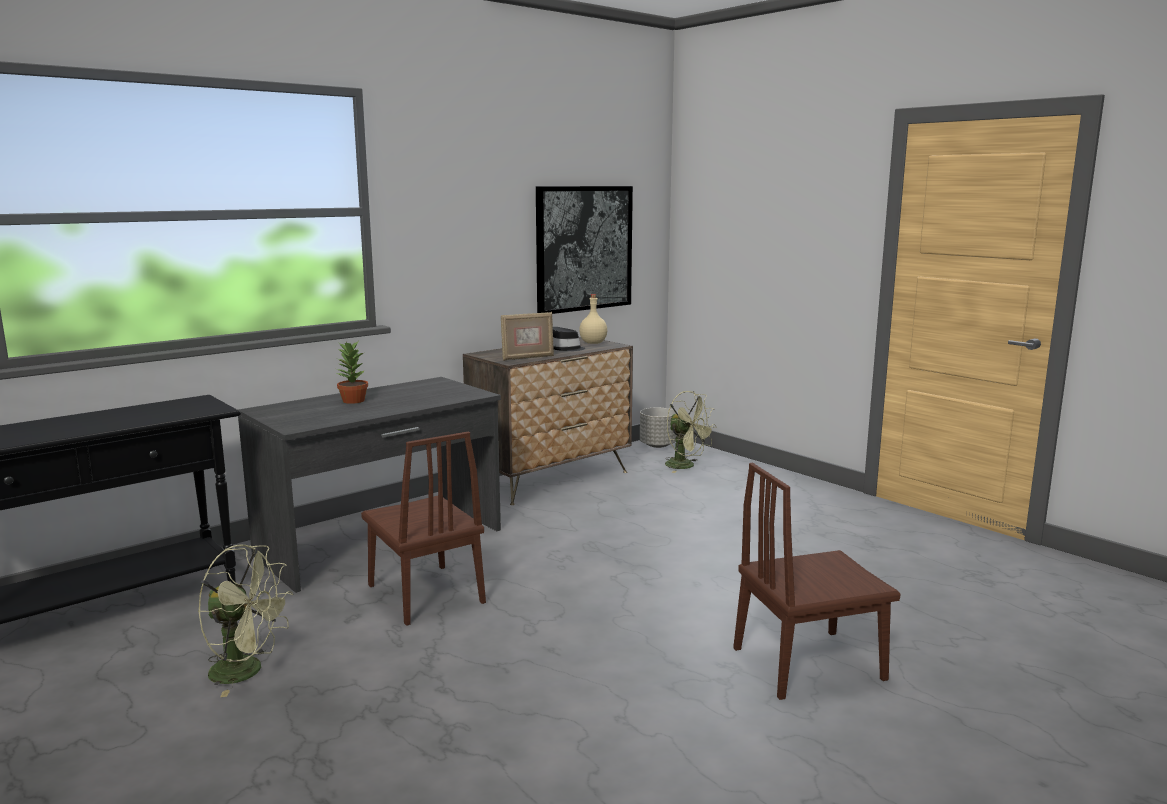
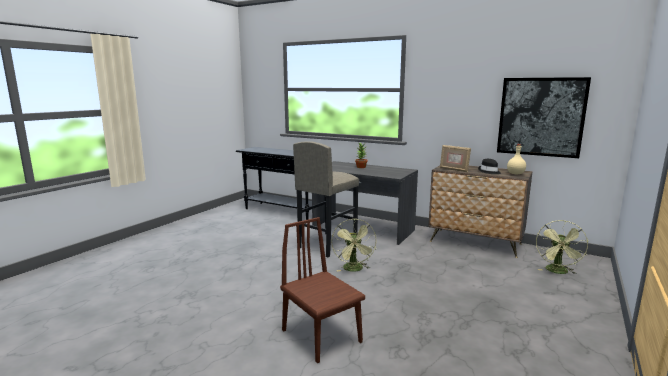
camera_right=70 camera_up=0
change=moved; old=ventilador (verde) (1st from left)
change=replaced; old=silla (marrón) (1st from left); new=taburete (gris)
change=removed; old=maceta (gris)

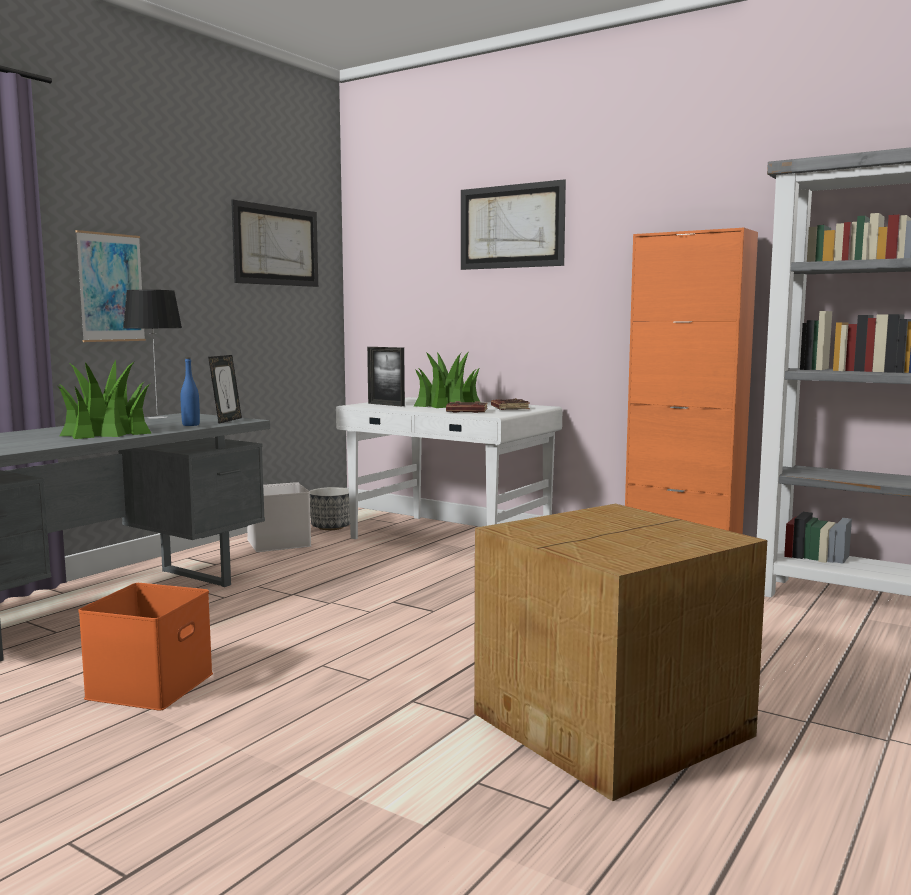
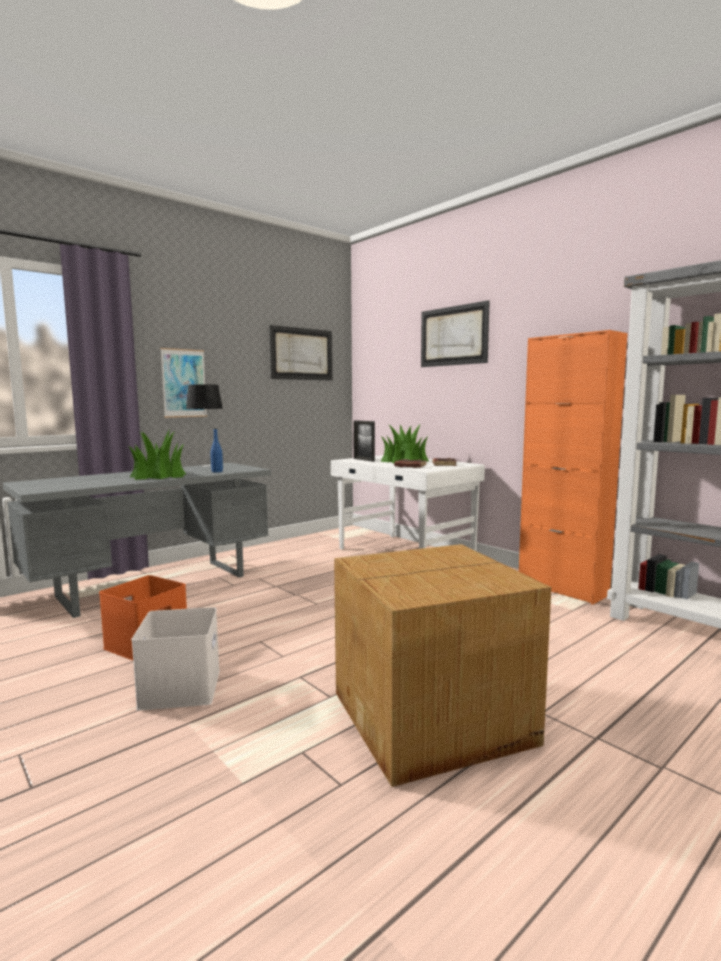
camera_right=15 camera_up=0
change=removed; old=portarretratos (1st from left)
change=moved; old=caja de almacenaje (blanco)
change=removed; old=maceta

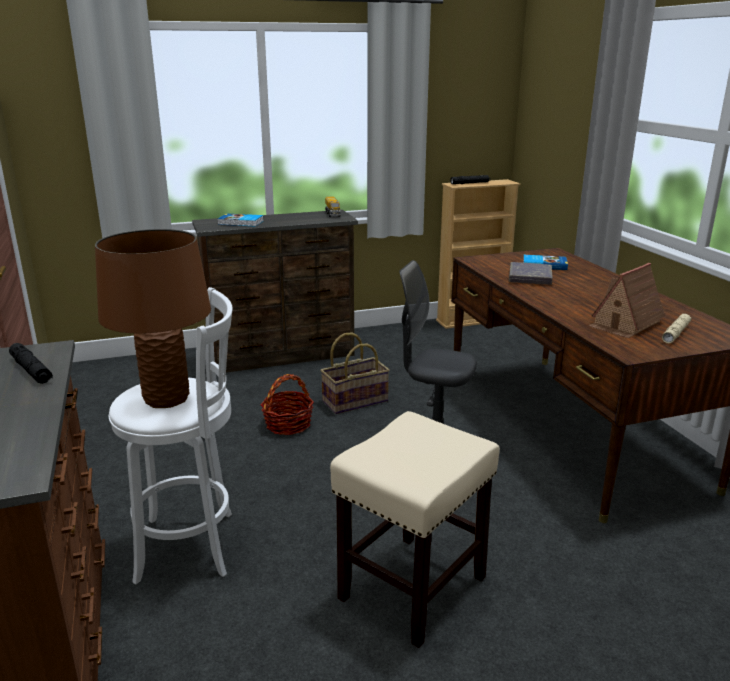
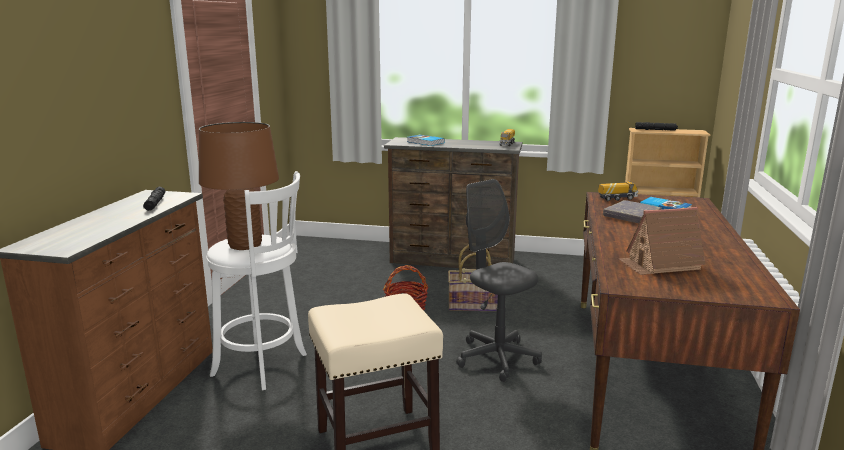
camera_right=30 camera_up=-5
change=removed; old=linterna (beis)
change=added; new=camión de juguete (2nd from left)

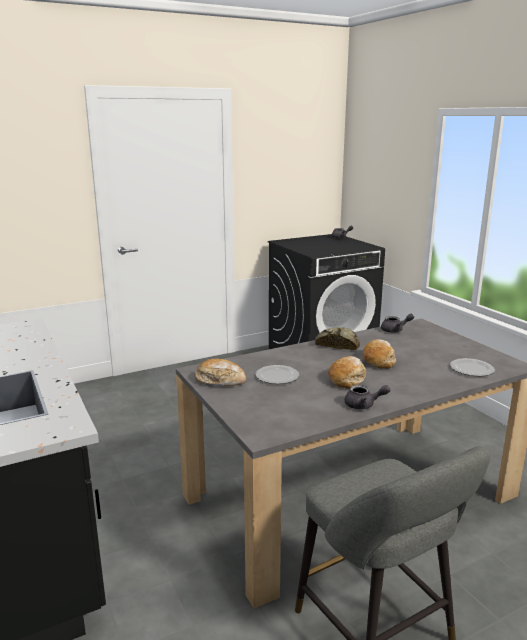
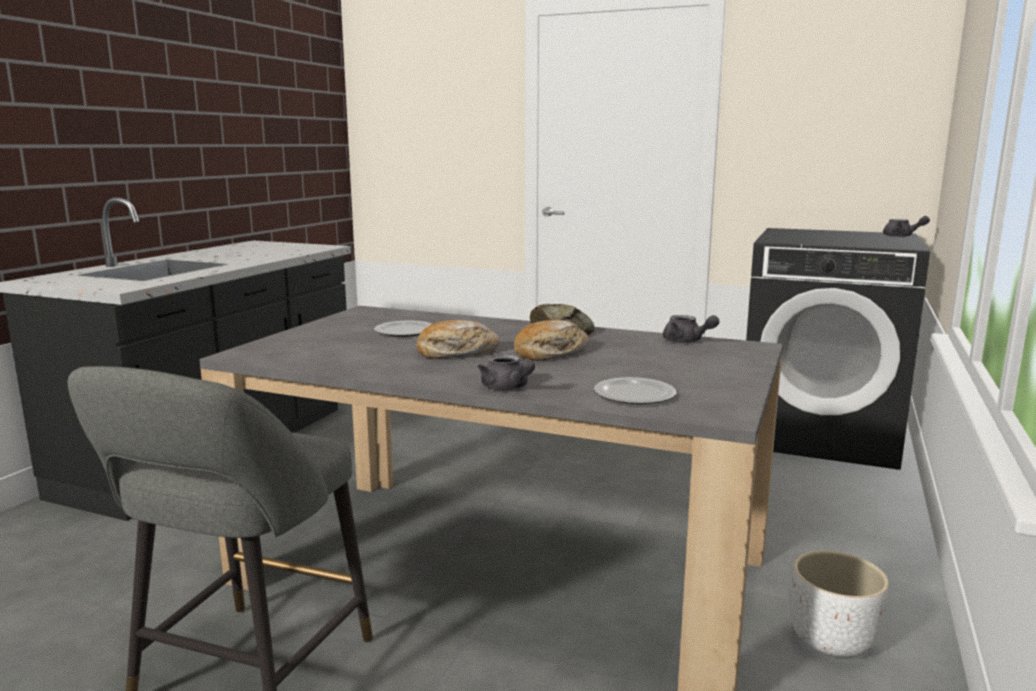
camera_right=50 camera_up=-5
change=removed; old=pan (1st from left)
change=moved; old=tetera (gris) (2nd from left in the first image); new=tetera (gris) (1st from left)
change=added; new=maceta (blanco)

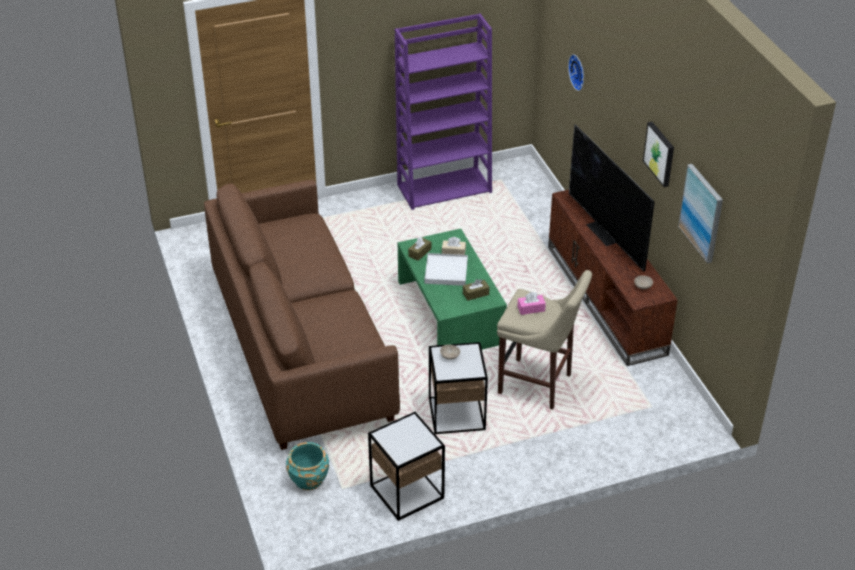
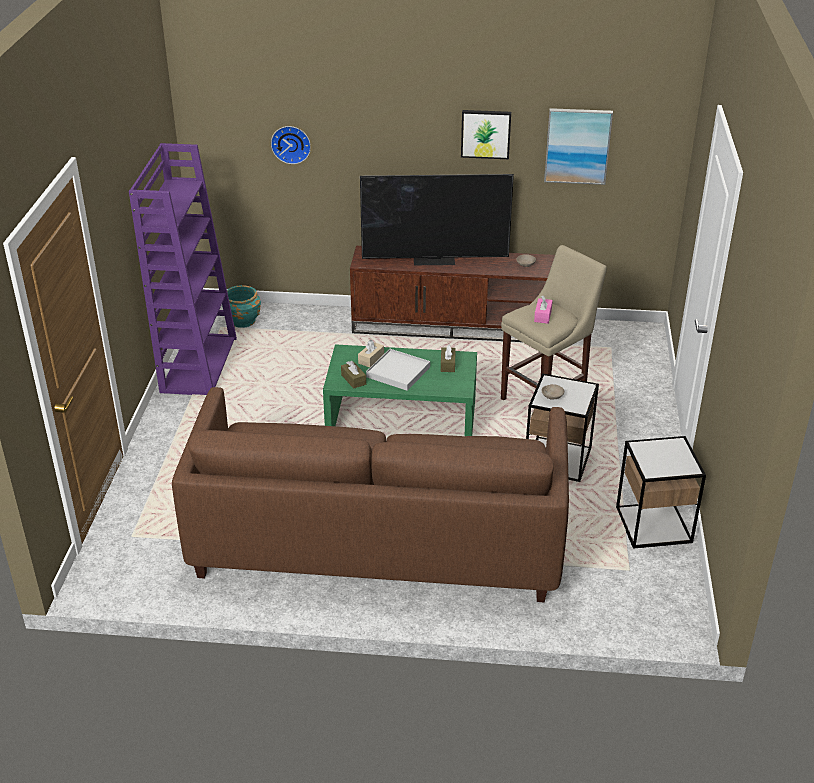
camera_right=-65 camera_up=-5
change=moved; old=maceta (turquesa)

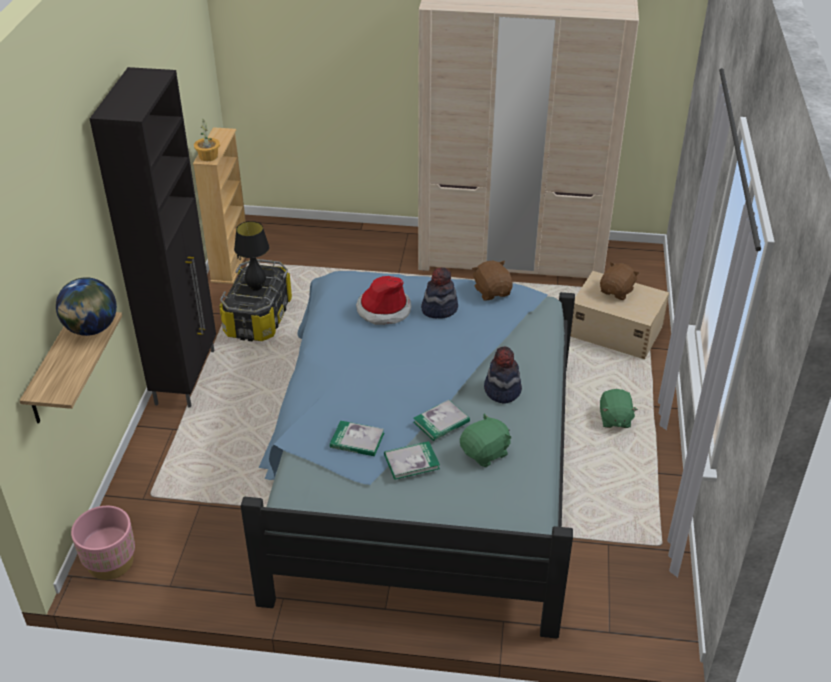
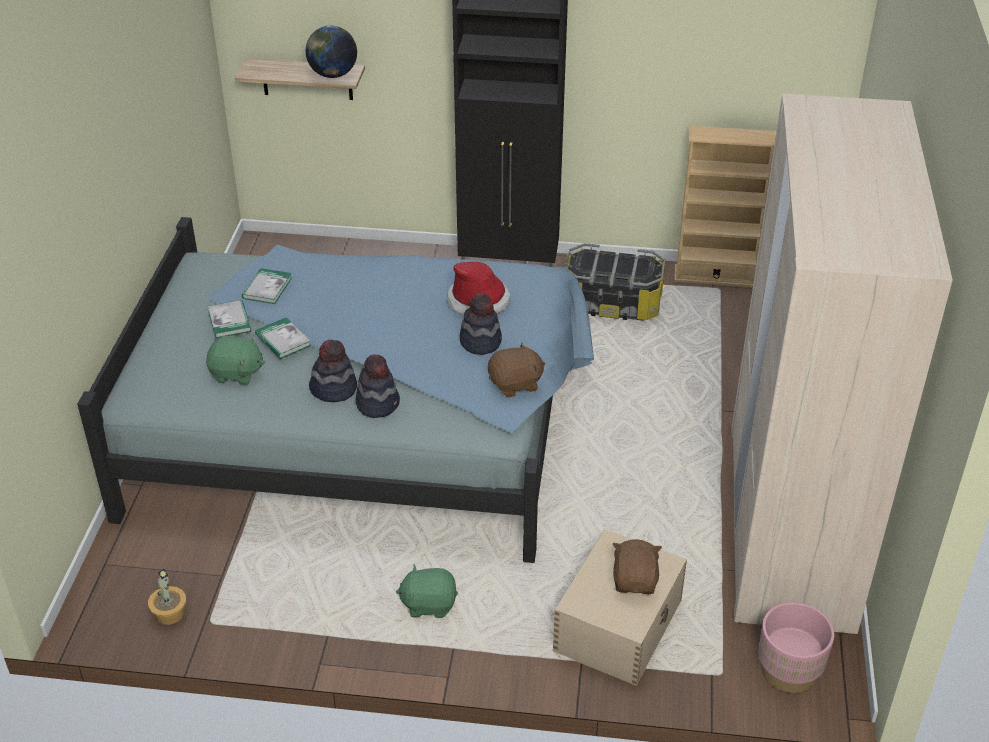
camera_right=90 camera_up=0
change=moved; old=maceta (rosa)
change=moved; old=planta en maceta
change=removed; old=lámpara de mesa (negro)
change=turned; old=peluche (verde) (1st from left); degrees=-45
change=turned; old=peluche (marrón) (2nd from left); degrees=-120
change=added; new=sombrero (2nd from left)

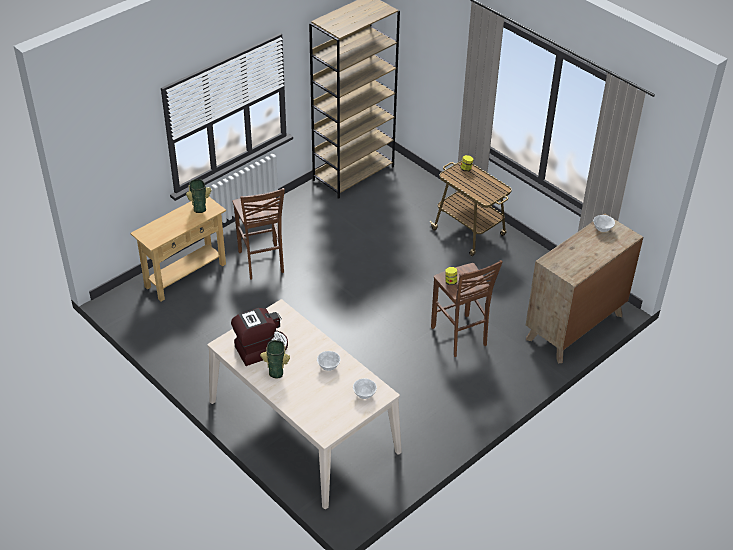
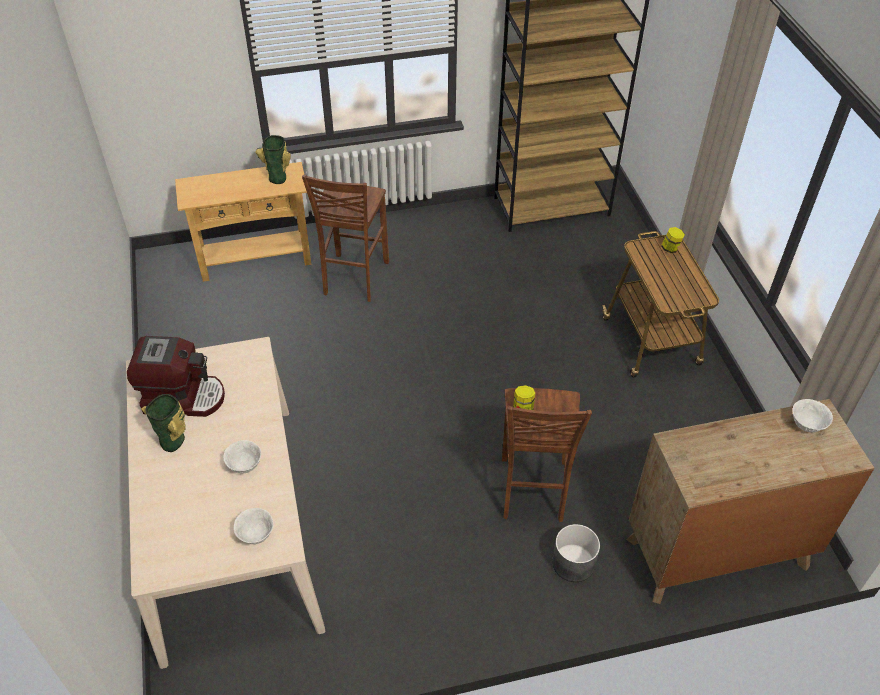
camera_right=30 camera_up=5
change=added; new=maceta (gris)

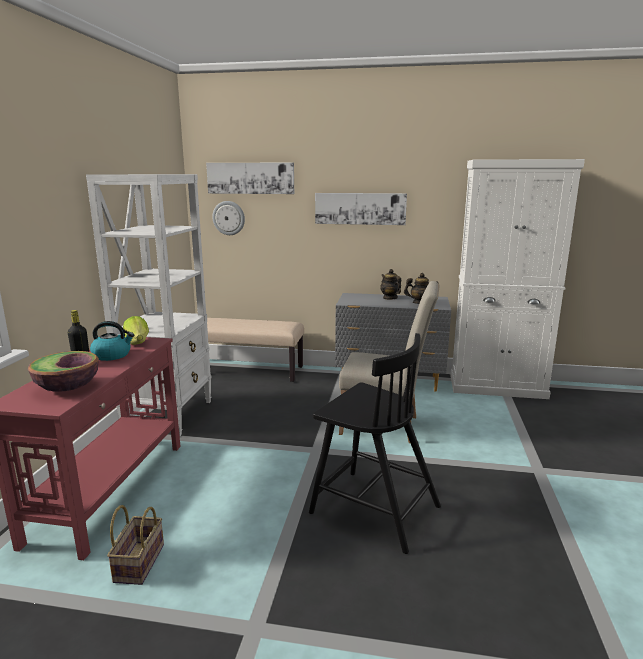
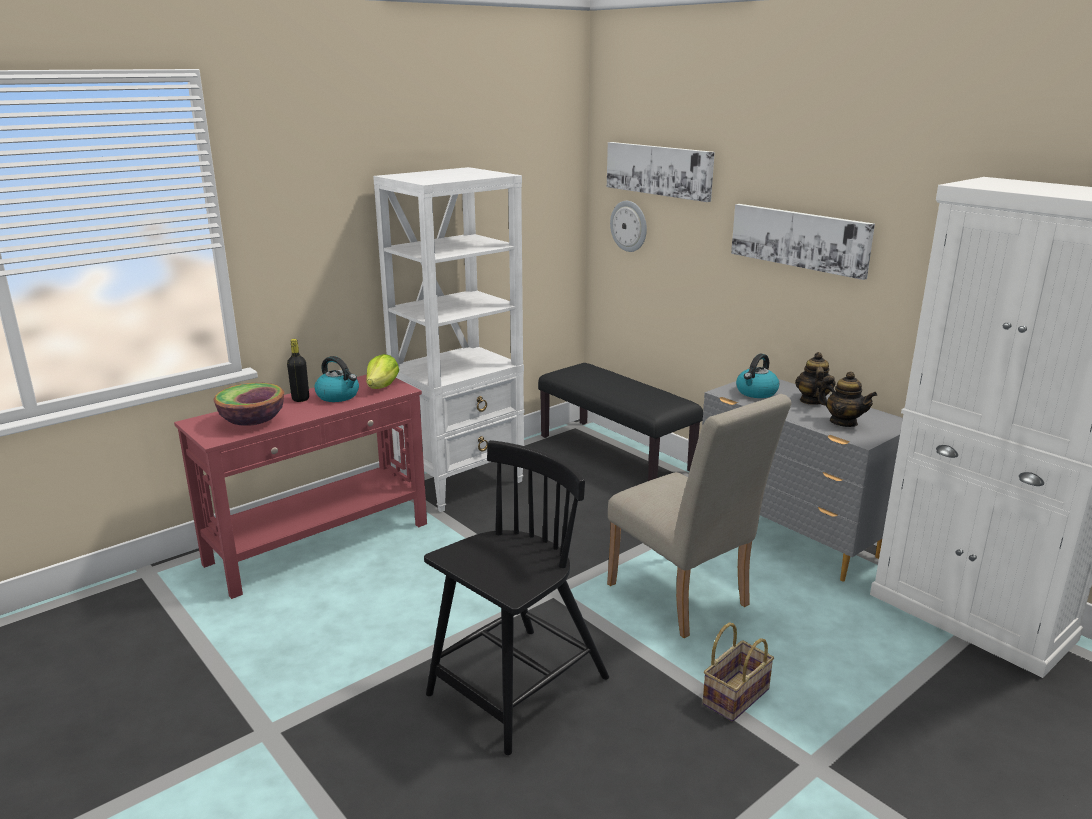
camera_right=40 camera_up=5
change=moved; old=cesta
change=recoloured; old=banco (beis); new=banco (negro)
change=turned; old=silla (negro); degrees=-120
change=added; new=hervidor (2nd from left)

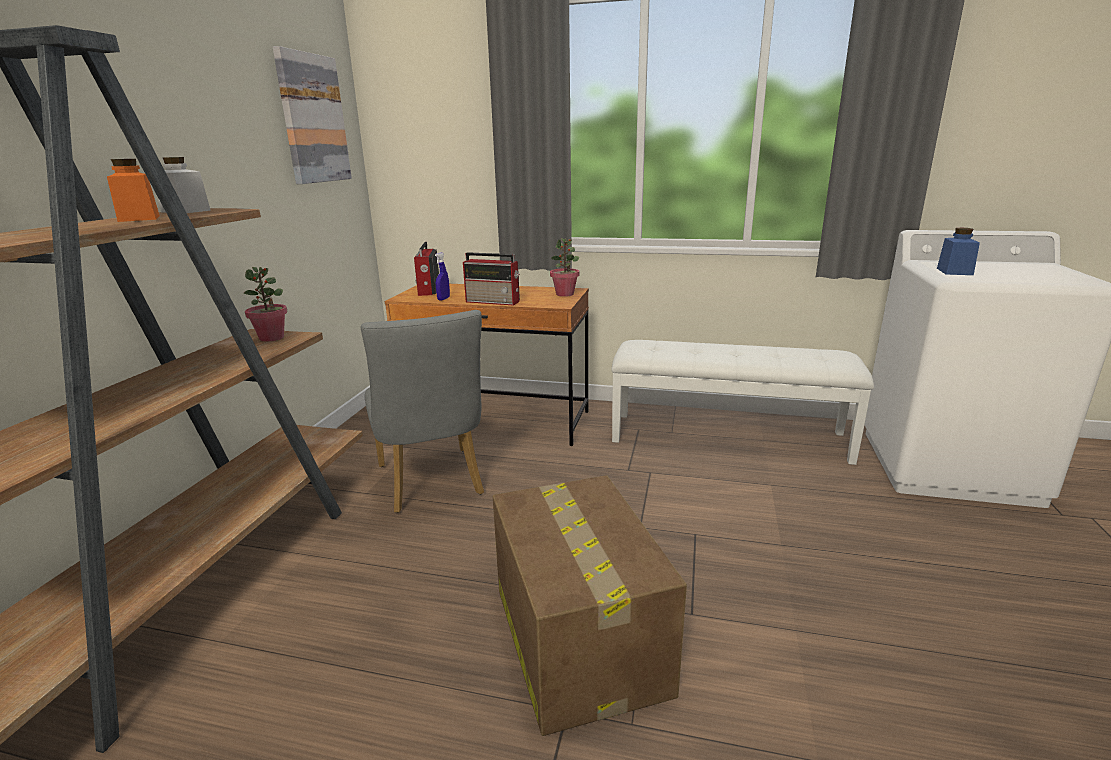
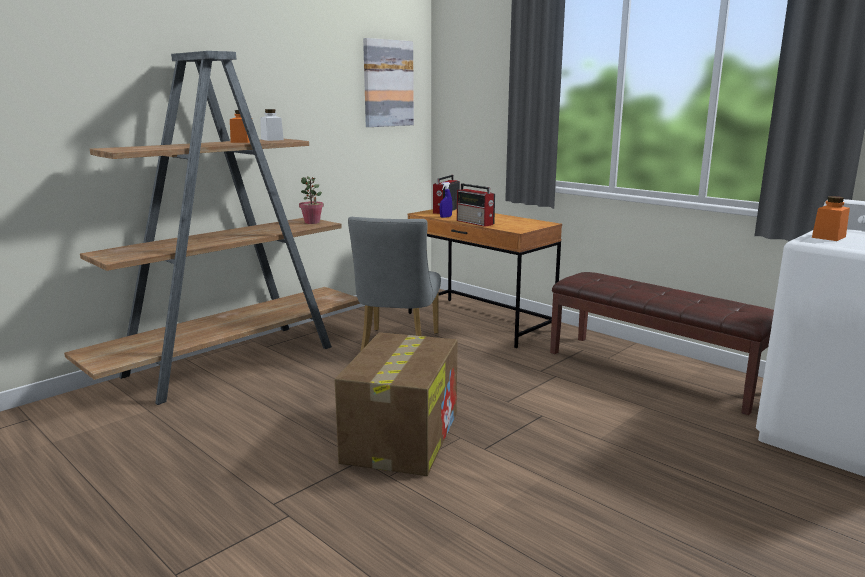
camera_right=30 camera_up=-5
change=removed; old=planta en maceta (2nd from left)
change=recoloured; old=banco (blanco); new=banco (marrón)
change=recoloured; old=tarro (azul); new=tarro (naranja) (2nd from left)

